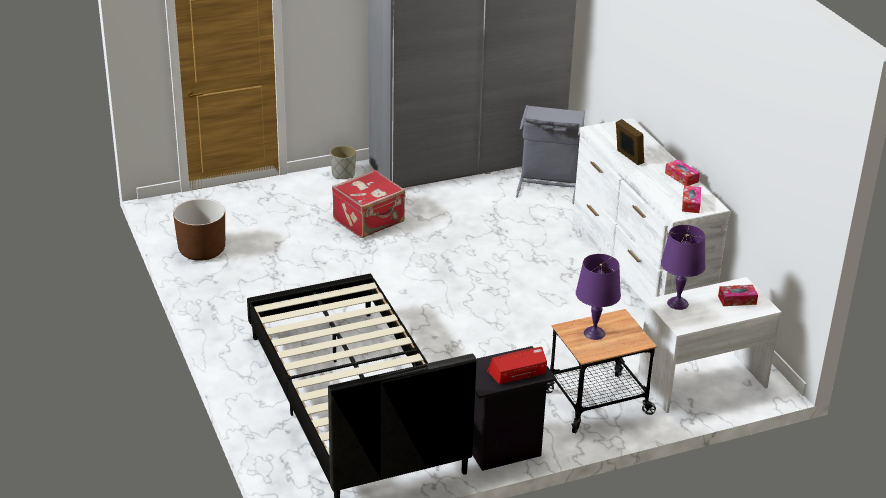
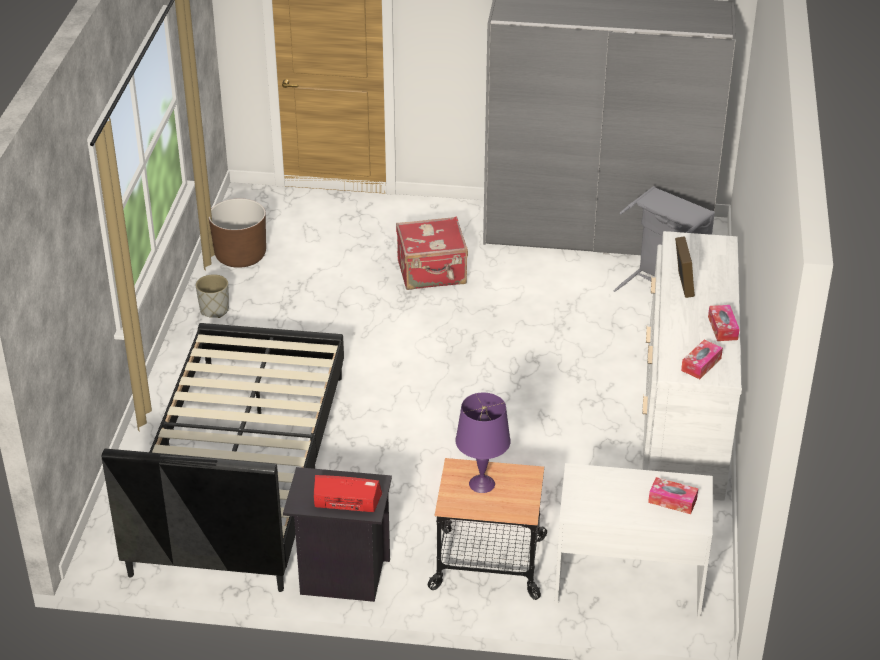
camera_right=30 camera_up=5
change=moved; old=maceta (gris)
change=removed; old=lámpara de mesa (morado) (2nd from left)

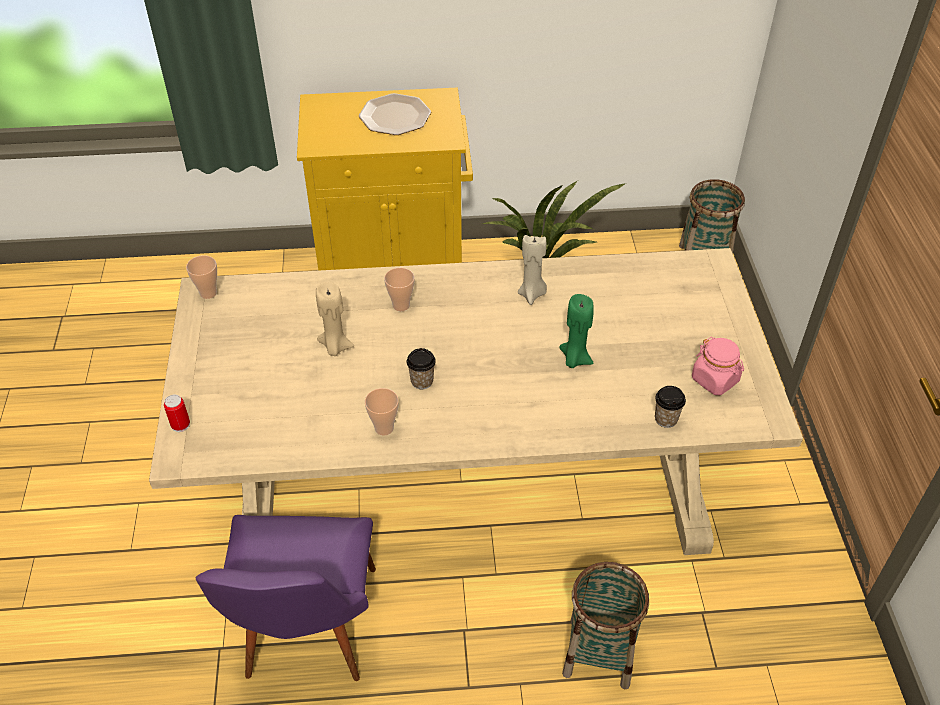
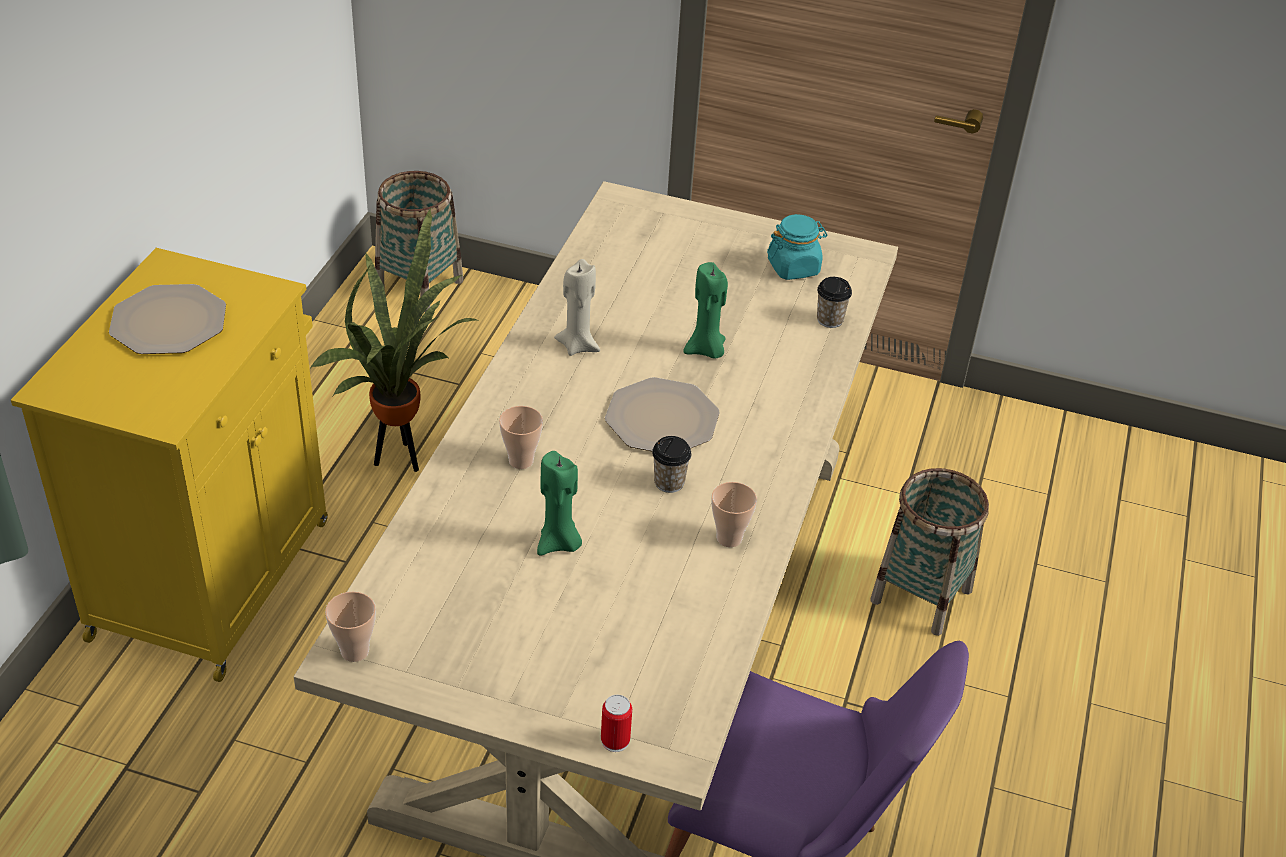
camera_right=-70 camera_up=-5
change=recoloured; old=vela (beis) (1st from left); new=vela (verde) (1st from left)
change=recoloured; old=tarro (rosa); new=tarro (turquesa)
change=added; new=plato (2nd from left)

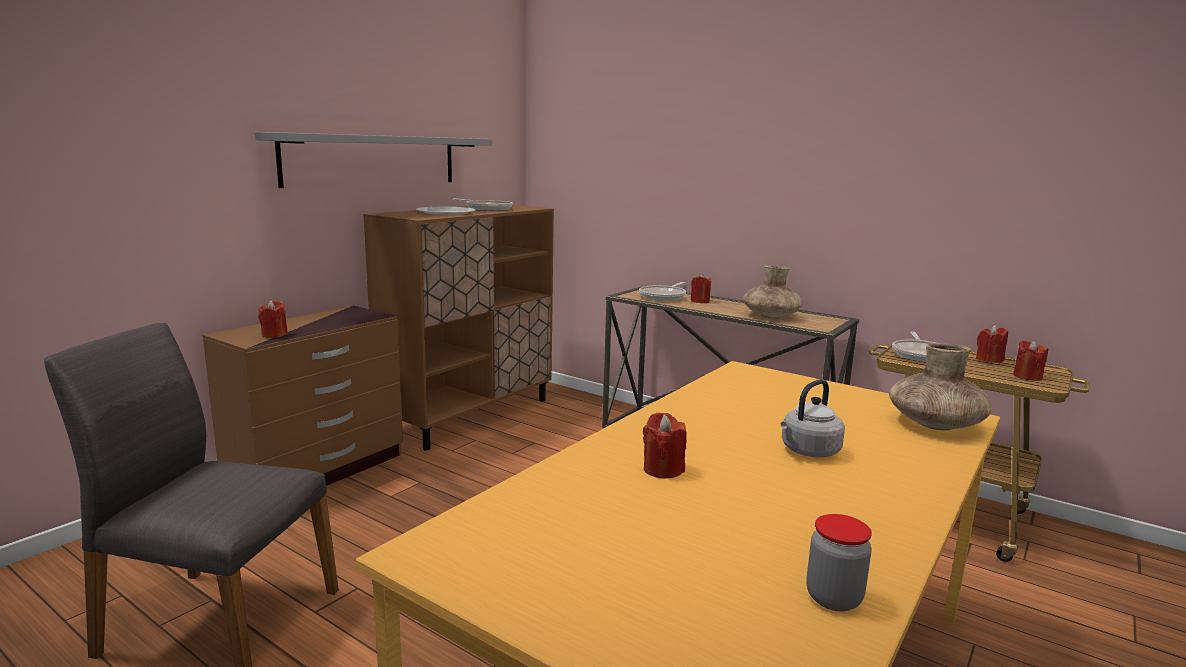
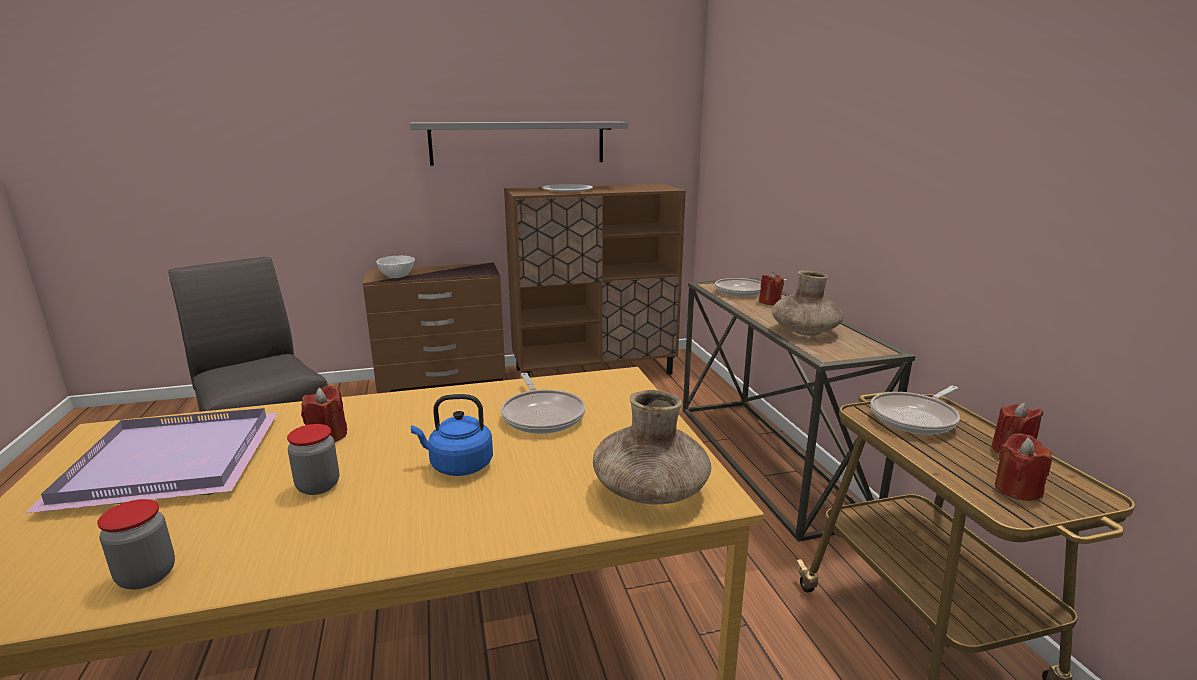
camera_right=40 camera_up=5
change=replaced; old=vela (rojo) (1st from left); new=cuenco (blanco)
change=moved; old=sartén (1st from left)
change=recoloured; old=hervidor (gris); new=hervidor (azul)
change=added; new=bandeja (morado)
change=added; new=tarro (2nd from left)

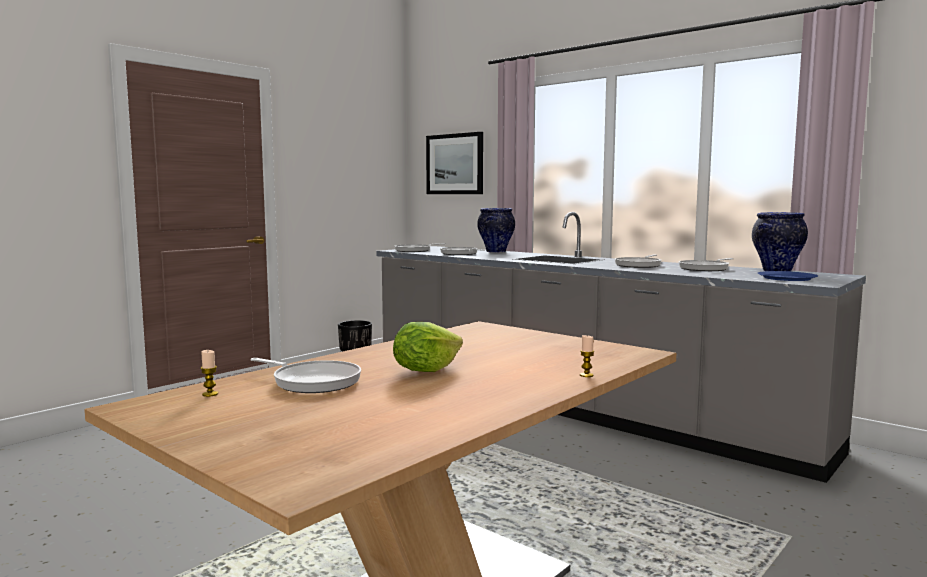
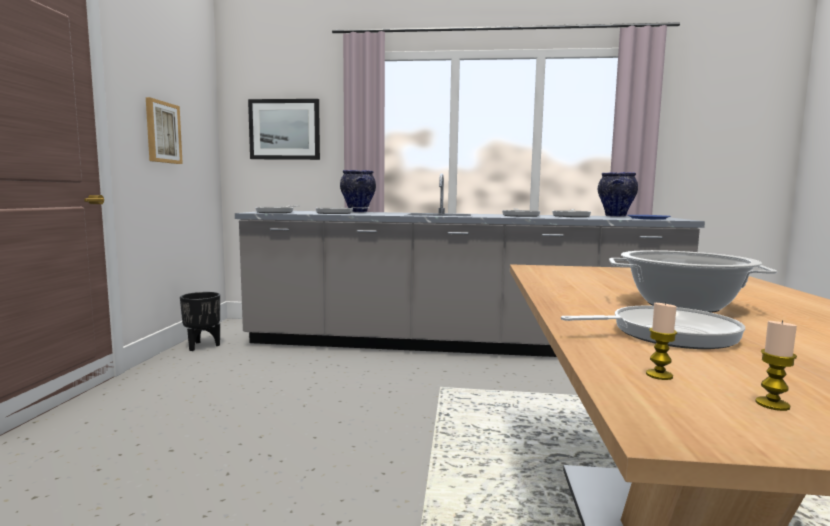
camera_right=-35 camera_up=0
change=replaced; old=lechuga; new=olla
change=moved; old=vela (2nd from left)
change=added; new=cuadro (1st from left)

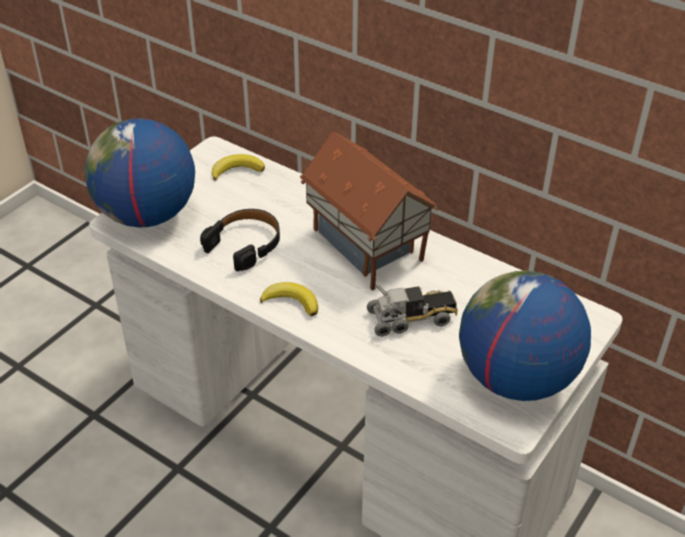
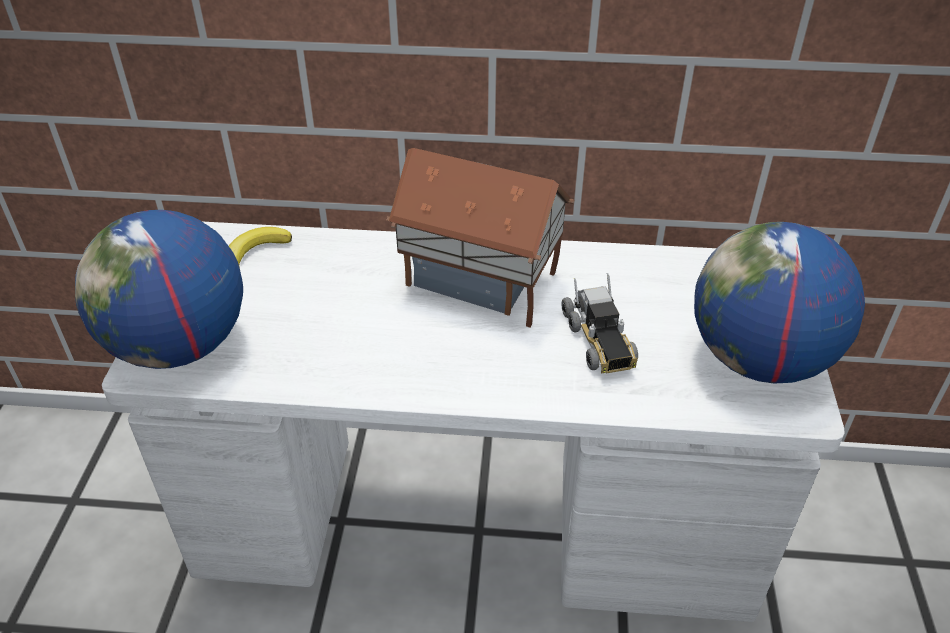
camera_right=-30 camera_up=0
change=removed; old=auriculares (negro)
change=removed; old=plátano (2nd from left)
change=turned; old=camión de juguete; degrees=120

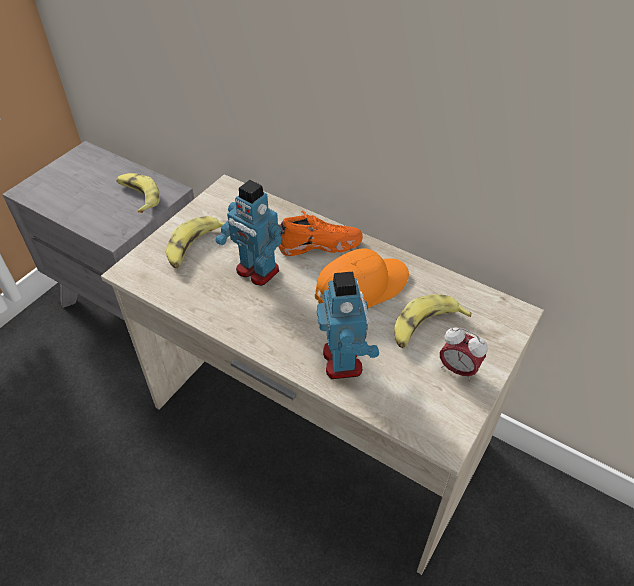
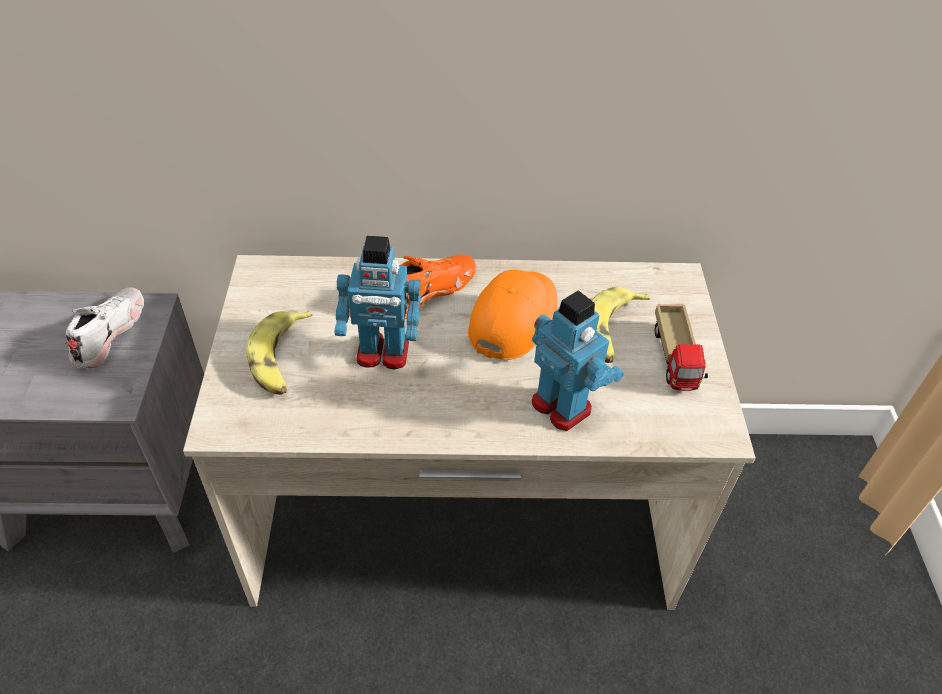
camera_right=-35 camera_up=0
change=replaced; old=plátano (1st from left); new=zapato (blanco)
change=replaced; old=despertador; new=camión de juguete

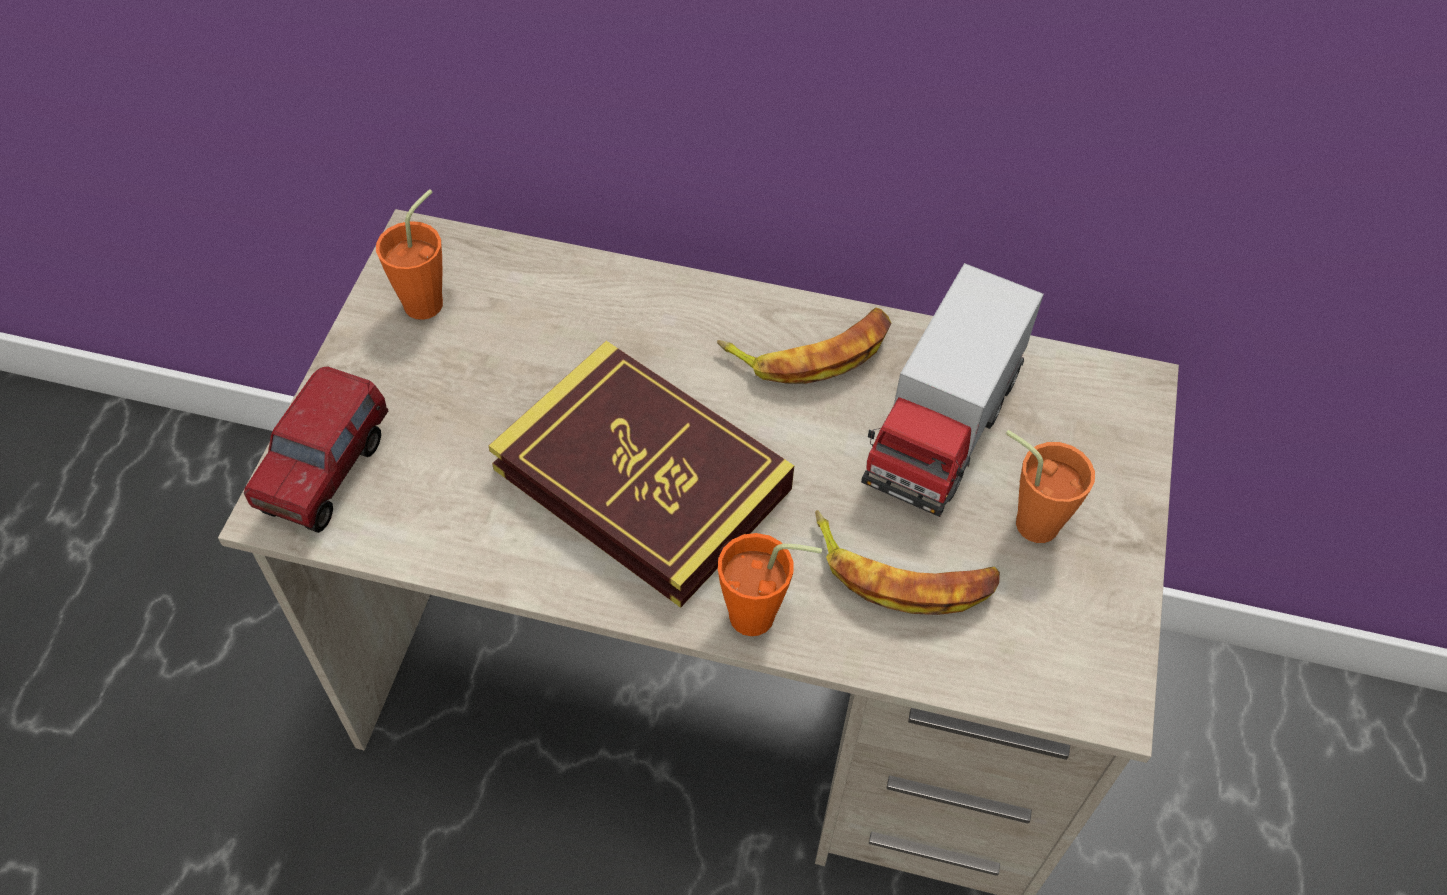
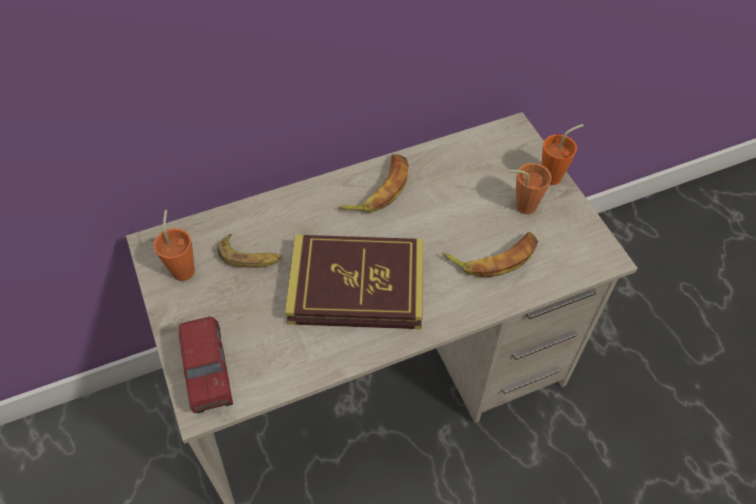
camera_right=-35 camera_up=0
change=moved; old=taza (naranja) (2nd from left in the first image); new=taza (naranja) (3rd from left)
change=removed; old=camión de juguete (2nd from left)
change=added; new=plátano (1st from left)

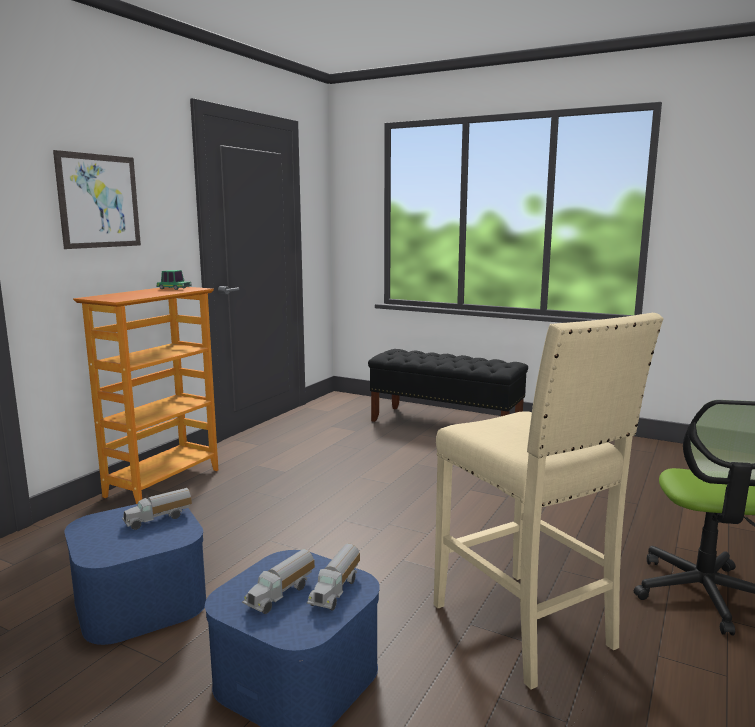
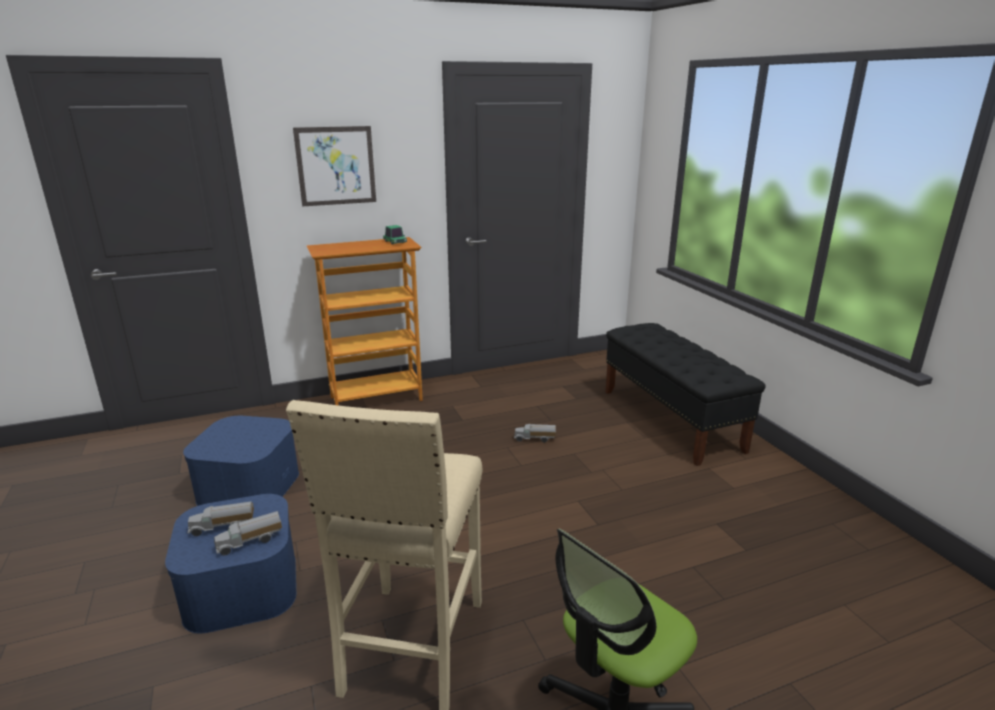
camera_right=40 camera_up=10
change=moved; old=camión de juguete (1st from left in the first image); new=camión de juguete (3rd from left)

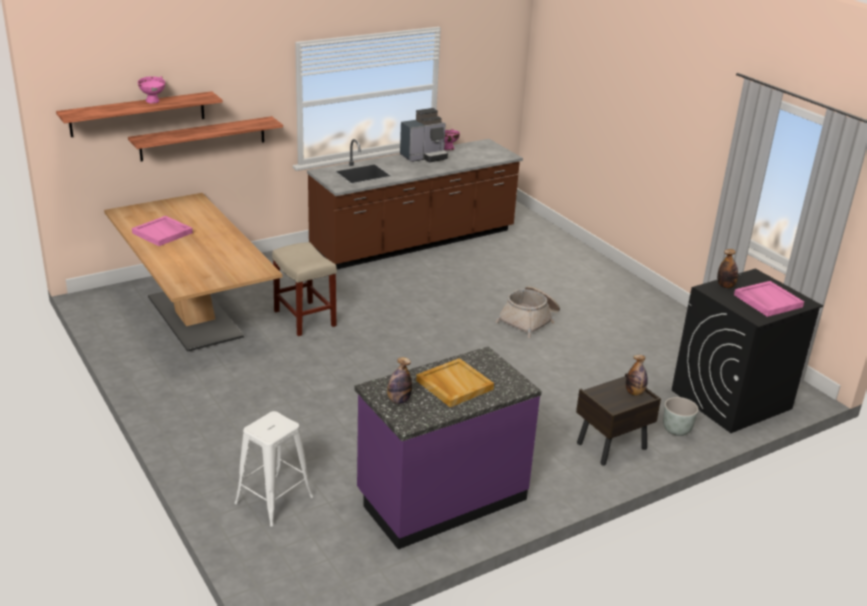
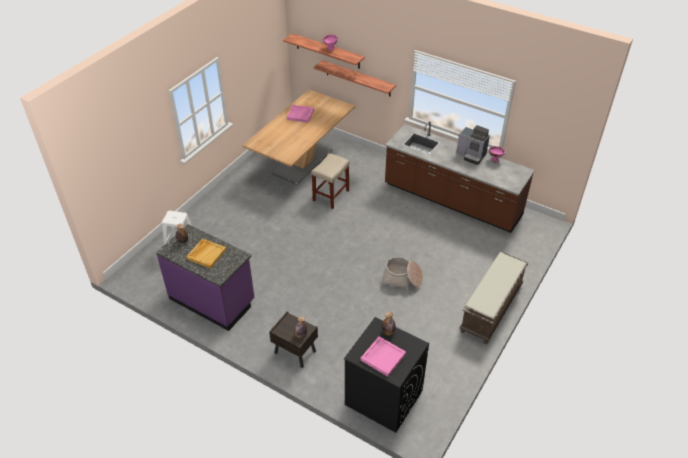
camera_right=65 camera_up=15
change=removed; old=maceta (gris)
change=added; new=banco (marrón)

